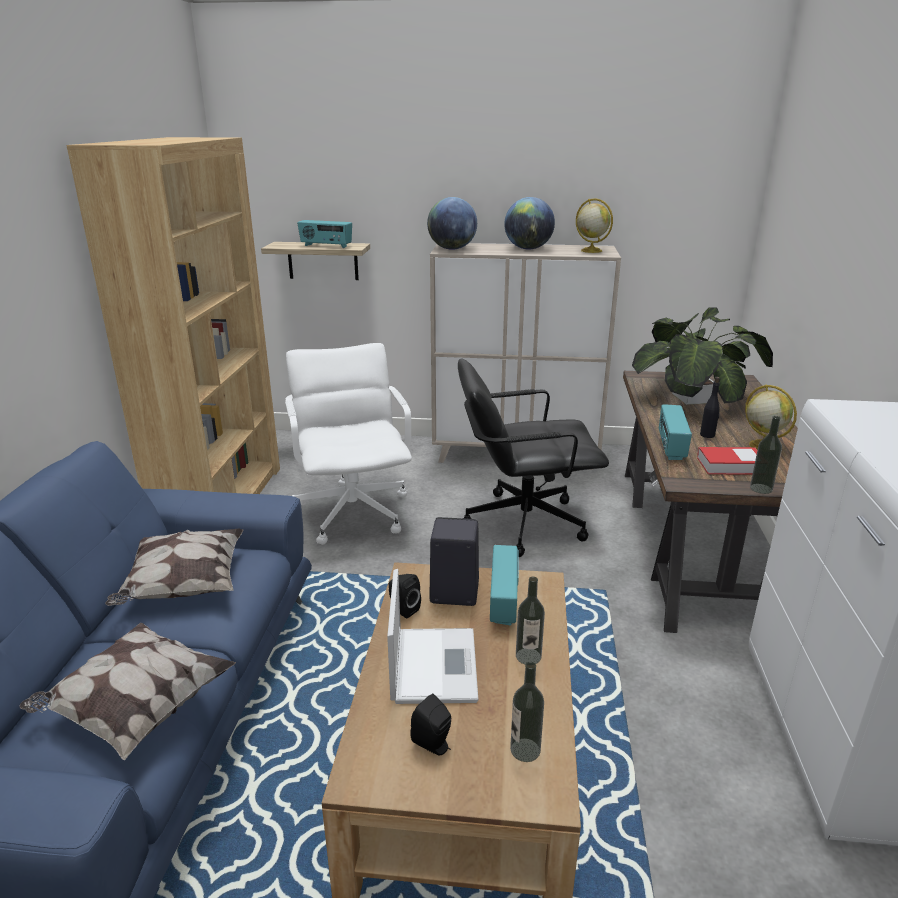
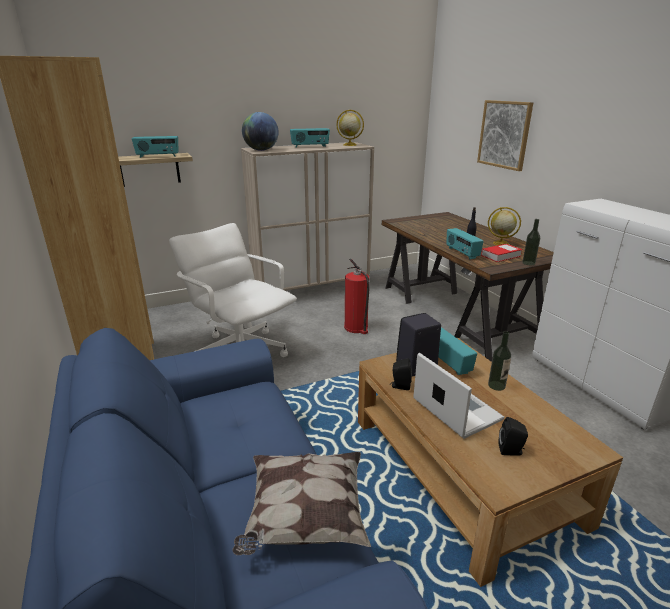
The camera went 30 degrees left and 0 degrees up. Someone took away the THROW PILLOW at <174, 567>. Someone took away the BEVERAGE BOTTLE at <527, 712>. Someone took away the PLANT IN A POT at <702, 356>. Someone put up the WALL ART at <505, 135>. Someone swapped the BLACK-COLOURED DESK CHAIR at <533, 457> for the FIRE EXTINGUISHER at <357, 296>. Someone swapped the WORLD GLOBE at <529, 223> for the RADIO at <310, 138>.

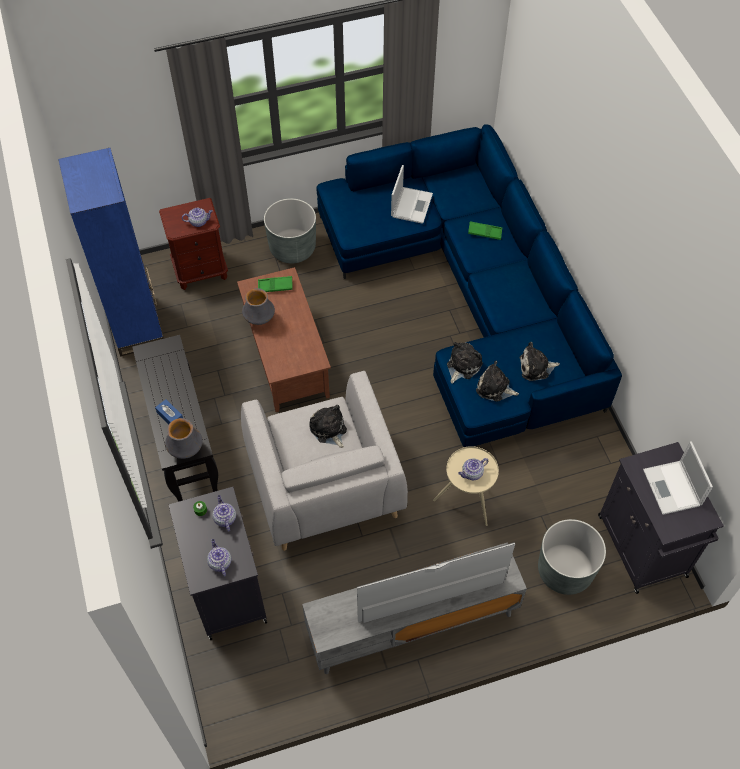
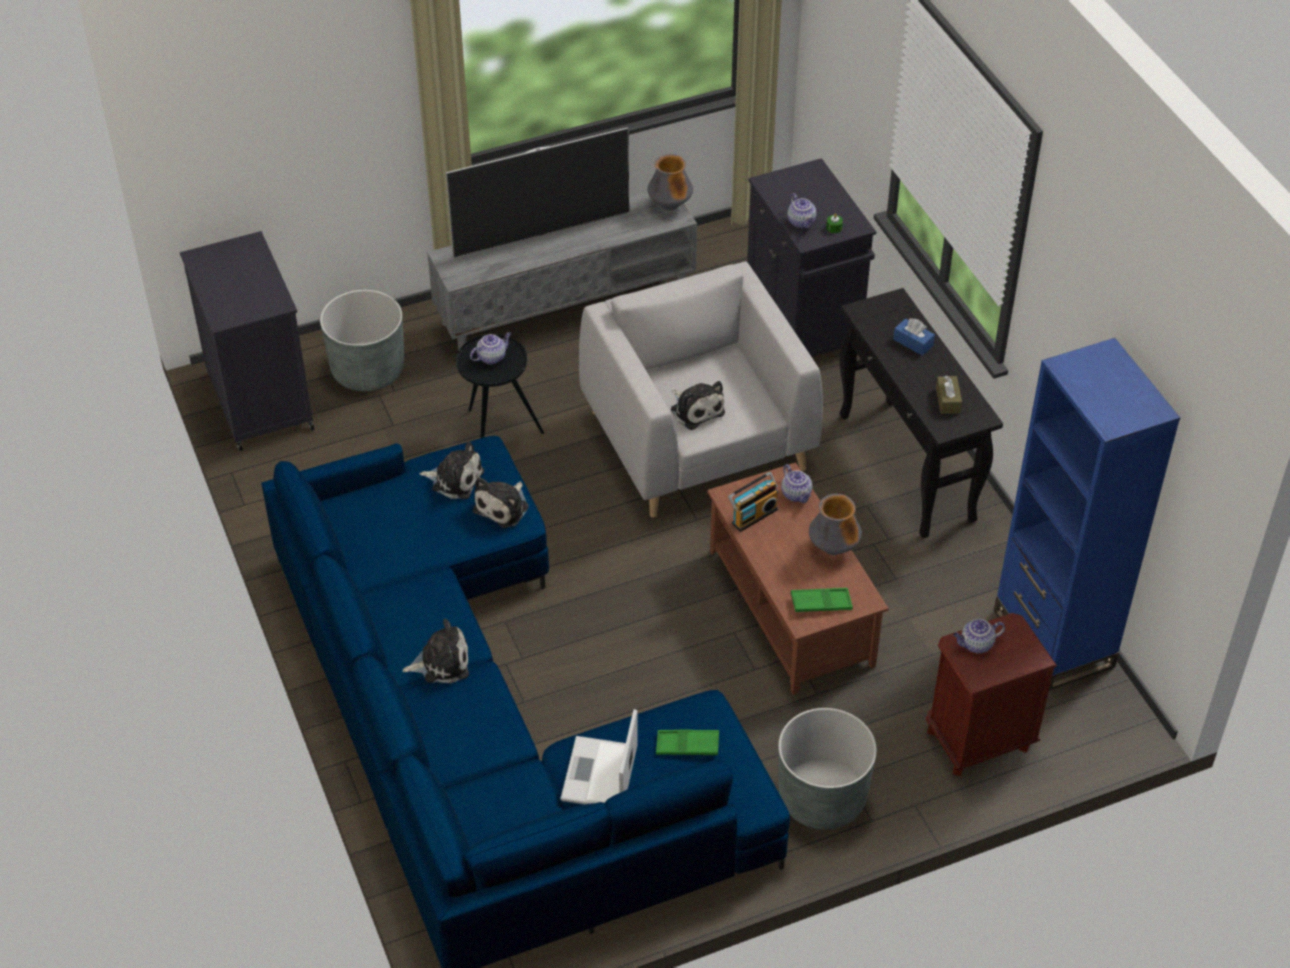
The camera went 175 degrees right and 10 degrees down. Someone took away the NOTEBOOK COMPUTER at <678, 478>. Someone put down the RADIO at <753, 502>. Someone put down the BROWN BOX OF TISSUES at <949, 395>. Someone carried the DECORATIVE VASE from <184, 438> to <670, 182>. Someone carried the POT FOR TEA from <219, 558> to <796, 483>. Someone carried the GREEN TRAY from <485, 230> to <687, 742>. Someone carried the CUDDLY TOY from <539, 361> to <435, 651>. Someone repainted the SAND-COLOURED ACCENT TABLE at <466, 486>, which became the BLACK-COLOURED ACCENT TABLE at <500, 386>.

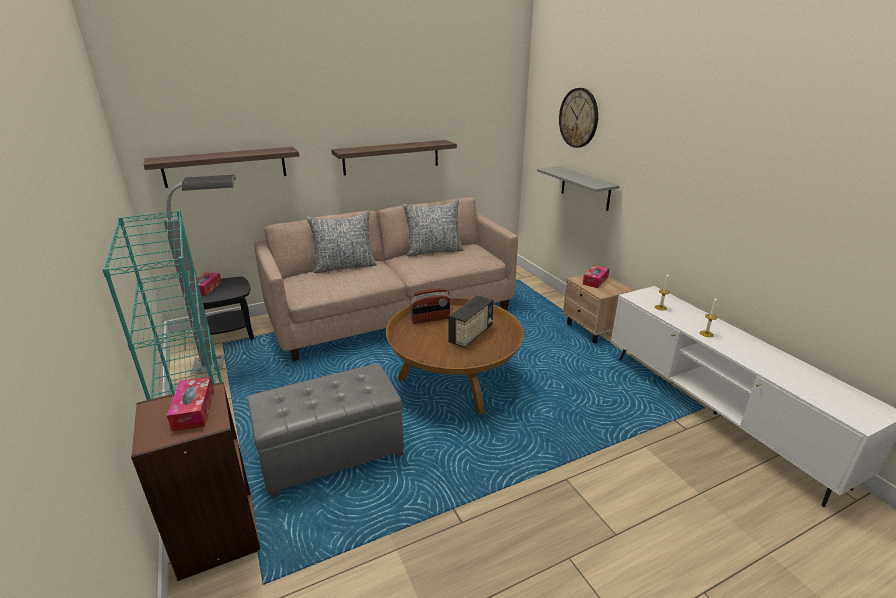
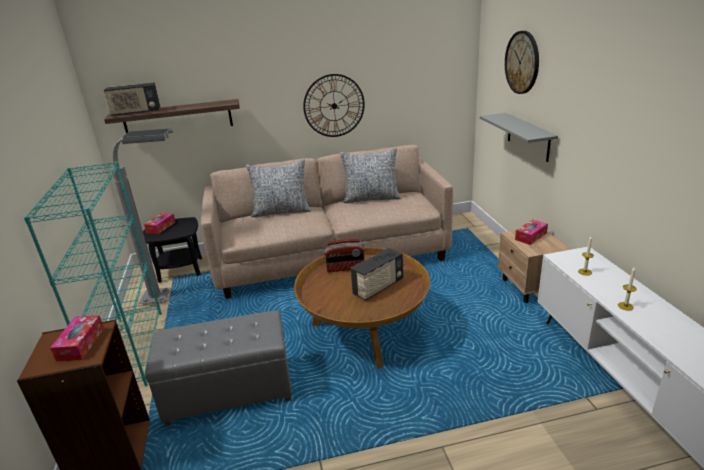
The camera went 15 degrees right and 0 degrees up. Someone put down the RADIO at <132, 99>. Someone swapped the WALL SHELF at <394, 157> for the WALL CLOCK at <334, 105>.

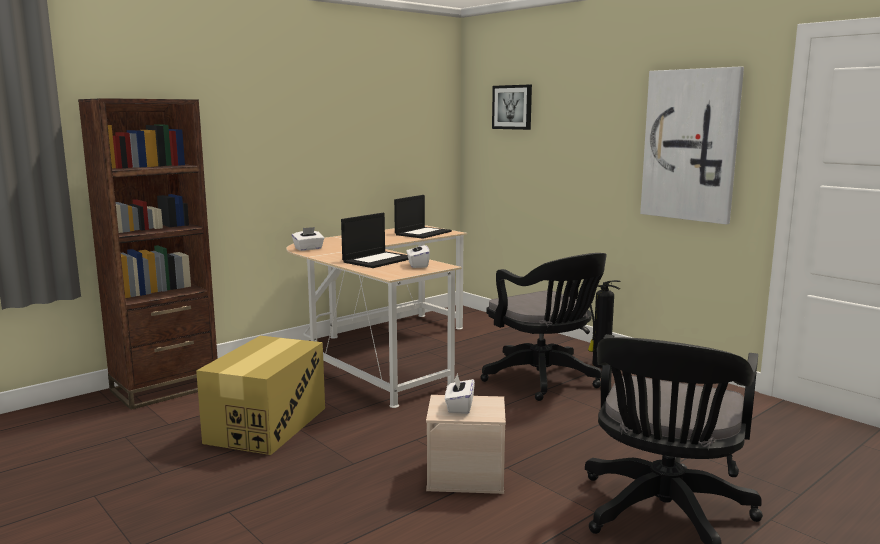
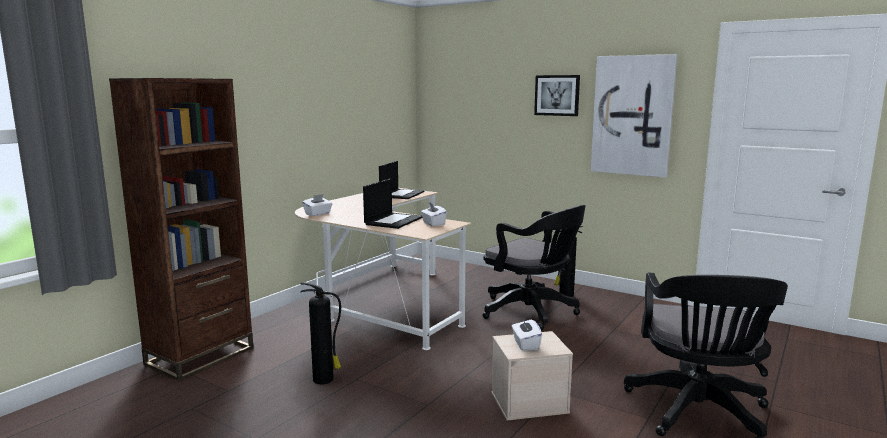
The camera went 15 degrees left and 0 degrees up. Someone carried the WALL ART from <512, 107> to <557, 95>. Someone swapped the PACKING BOX at <260, 395> for the FIRE EXTINGUISHER at <320, 333>.

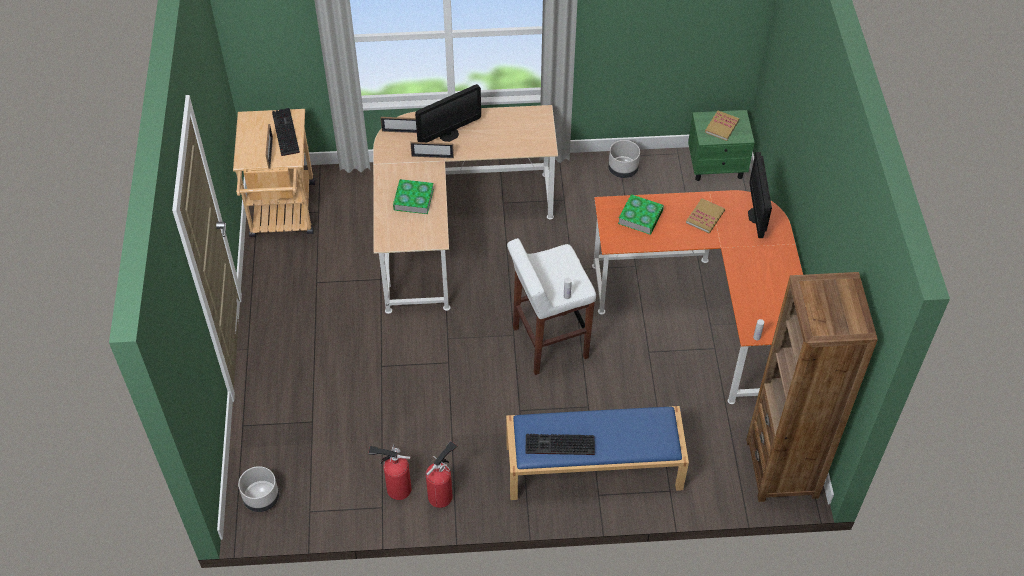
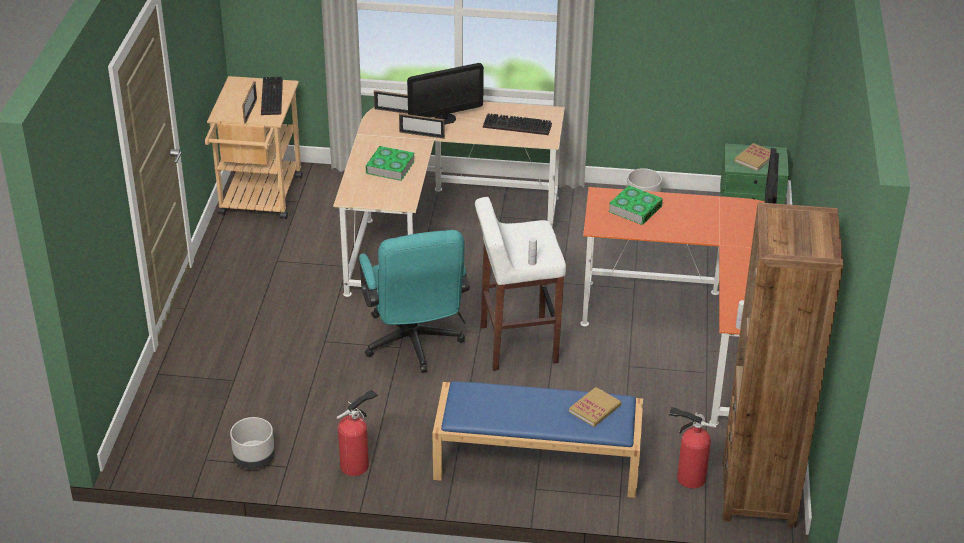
The camera went 10 degrees right and 15 degrees down. Someone put down the TURQUOISE DESK CHAIR at <414, 301>. Someone carried the GRAY PLANTER from <258, 489> to <252, 443>. Someone carried the FIRE EXTINGUISHER from <390, 472> to <692, 448>. Someone carried the PC KEYBOARD from <560, 444> to <517, 124>. Someone carried the BOOK from <705, 215> to <595, 407>.

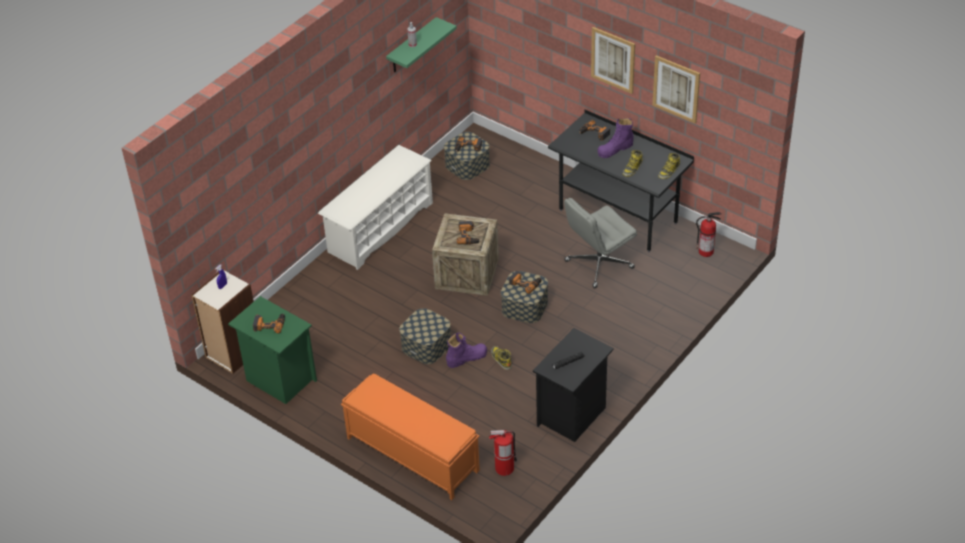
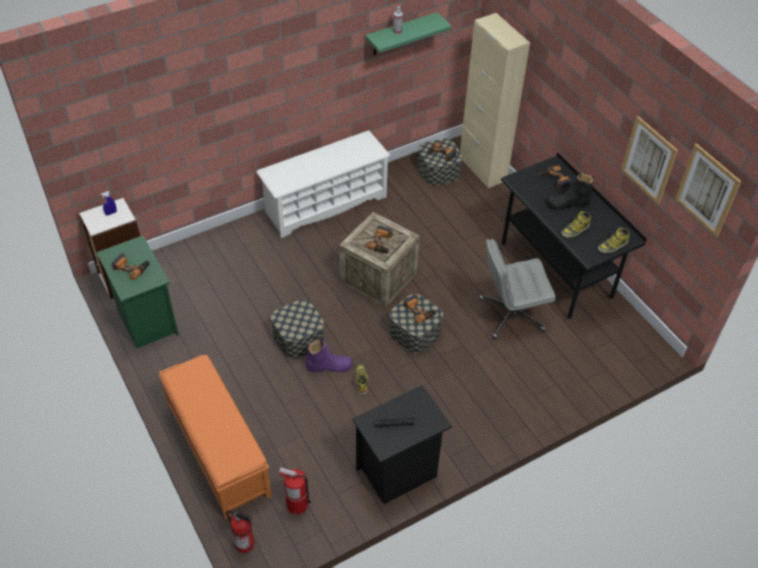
The camera went 20 degrees right and 5 degrees up. Someone put down the SAND-COLOURED STORAGE CABINET at <495, 100>. Someone carried the WALL ART from <613, 60> to <708, 190>. Someone carried the FIRE EXTINGUISHER from <709, 234> to <240, 532>. Someone repainted the PURPLISH TALL BOOT at <615, 138>, which became the BLACK-COLOURED TALL BOOT at <570, 191>.

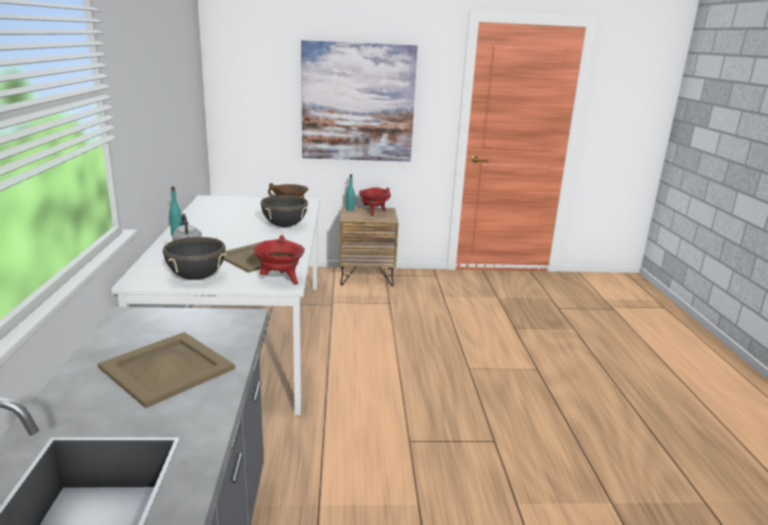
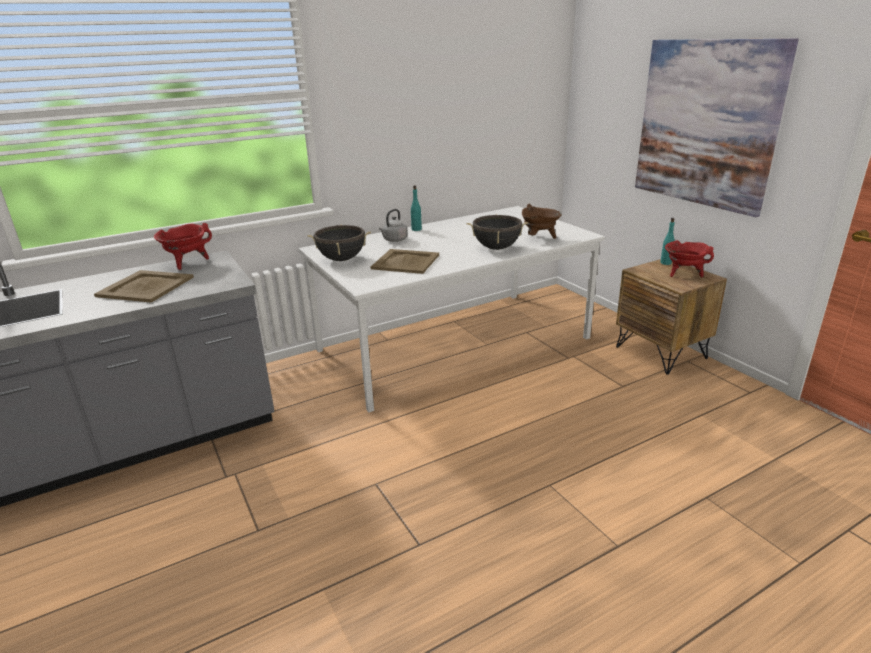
The camera went 65 degrees right and 5 degrees up. Someone carried the RED STOCKPOT from <279, 259> to <183, 246>.

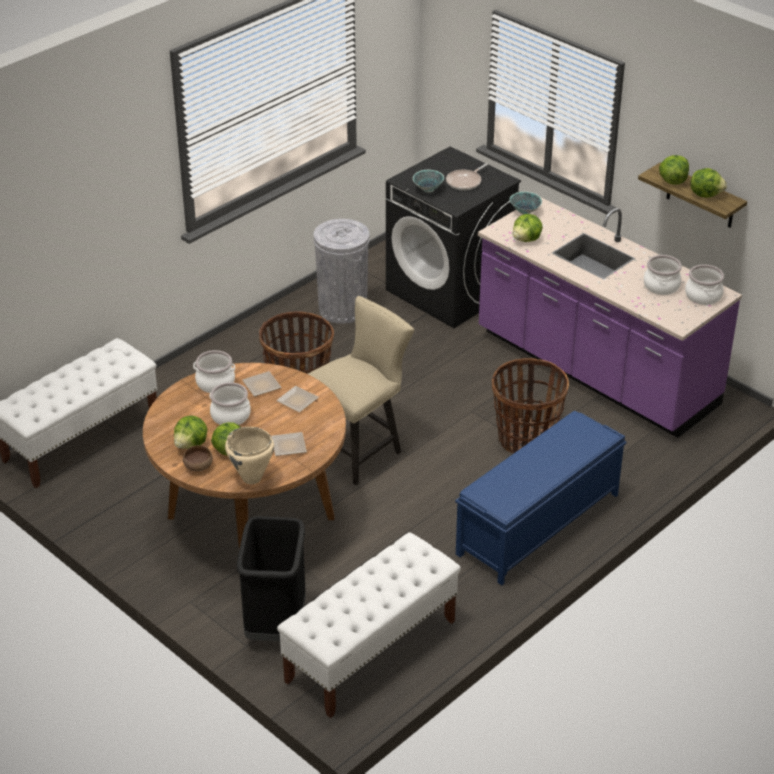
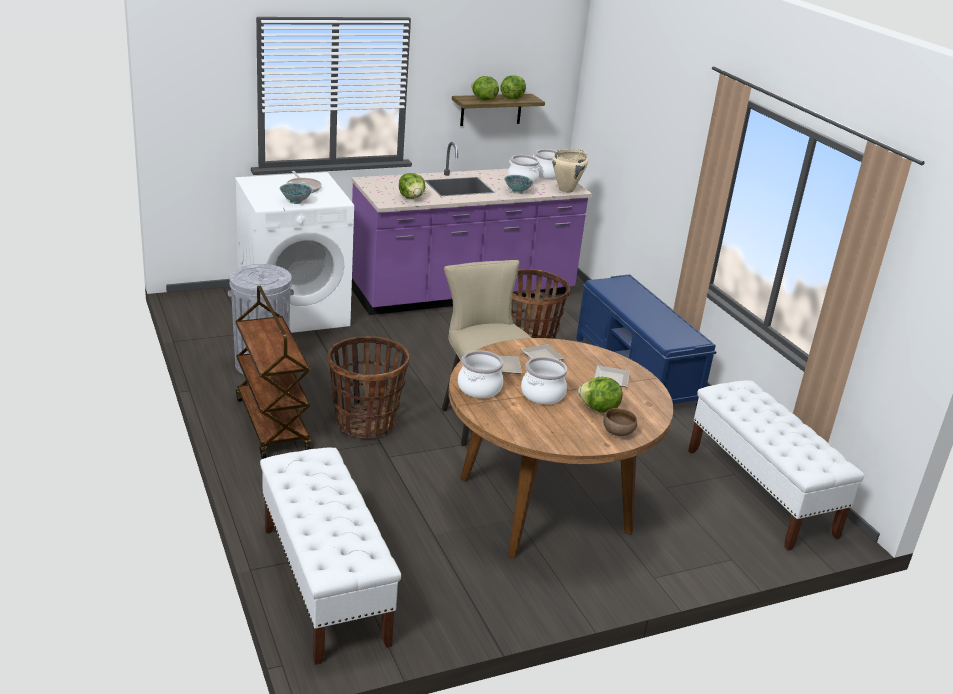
The camera went 70 degrees left and 10 degrees down. Someone took away the LETTUCE HEAD at <190, 432>. Someone took away the BLACK-COLOURED RUBBISH BIN at <271, 578>. Someone put down the BROWN WHEELED CART at <273, 372>. Someone carried the SAND-COLOURED STOCKPOT from <249, 455> to <570, 171>. Someone carried the BOWL from <526, 202> to <519, 184>. Someone repainted the BLACK-COLOURED LAUNDRY APPLIANCE at <453, 237>, which became the WHITE-COLOURED LAUNDRY APPLIANCE at <294, 252>.

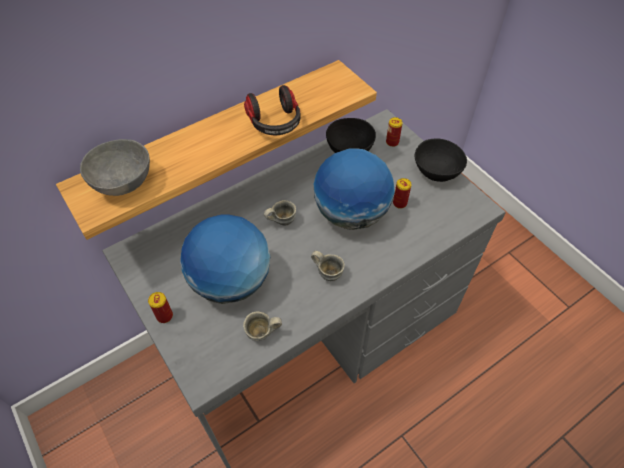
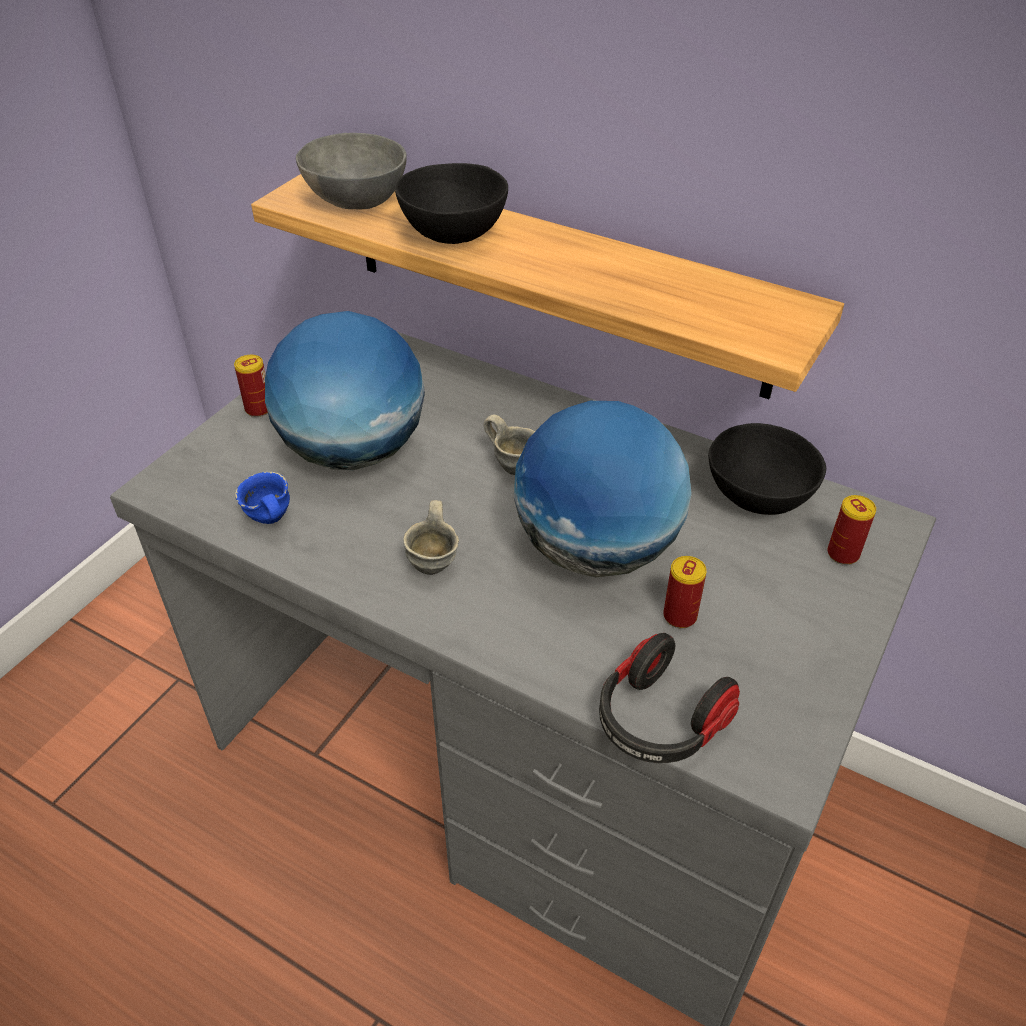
The camera went 65 degrees right and 10 degrees down. Someone carried the HEADSET from <272, 110> to <669, 698>. Someone carried the BLACK-COLOURED BOWL from <441, 160> to <451, 203>. Someone repainted the GRAY COFFEE MUG at <262, 326>, which became the BLUE COFFEE MUG at <262, 498>.

